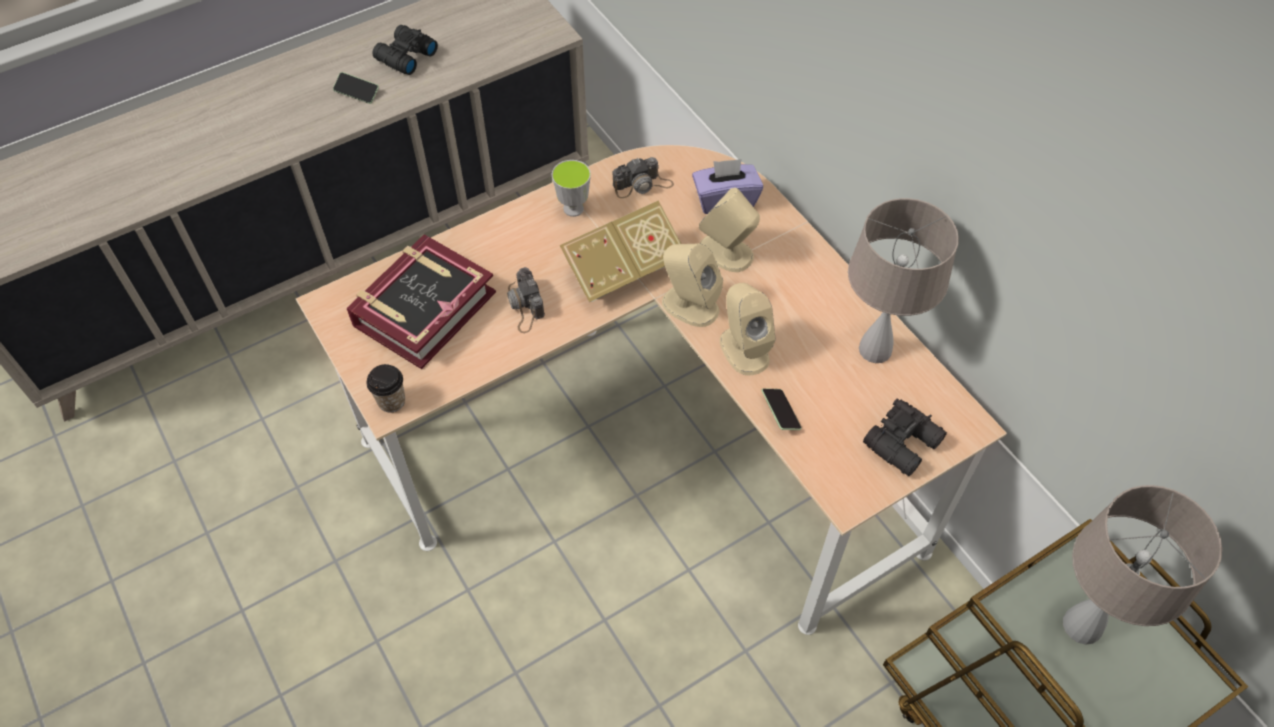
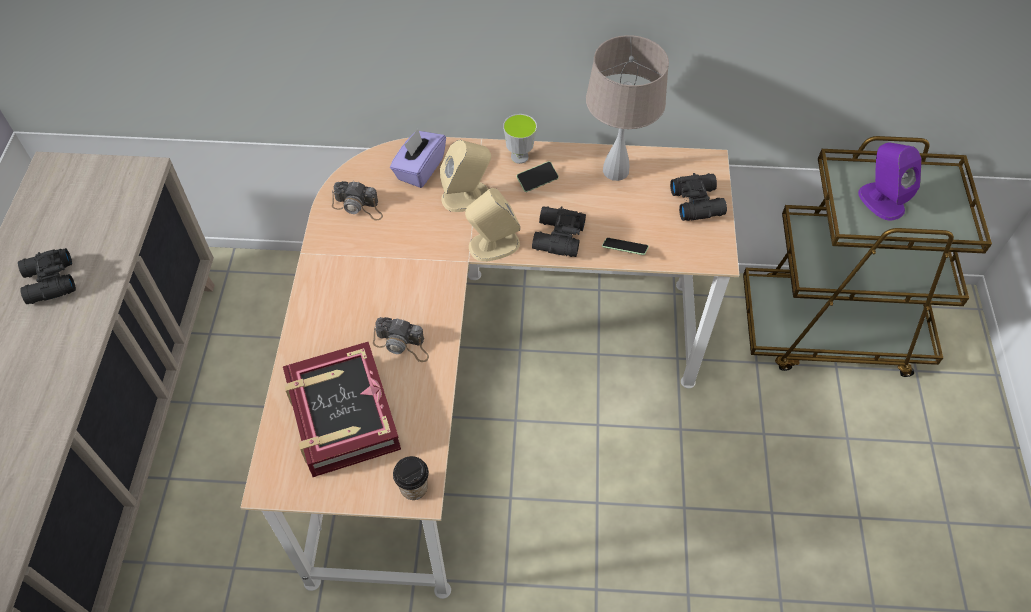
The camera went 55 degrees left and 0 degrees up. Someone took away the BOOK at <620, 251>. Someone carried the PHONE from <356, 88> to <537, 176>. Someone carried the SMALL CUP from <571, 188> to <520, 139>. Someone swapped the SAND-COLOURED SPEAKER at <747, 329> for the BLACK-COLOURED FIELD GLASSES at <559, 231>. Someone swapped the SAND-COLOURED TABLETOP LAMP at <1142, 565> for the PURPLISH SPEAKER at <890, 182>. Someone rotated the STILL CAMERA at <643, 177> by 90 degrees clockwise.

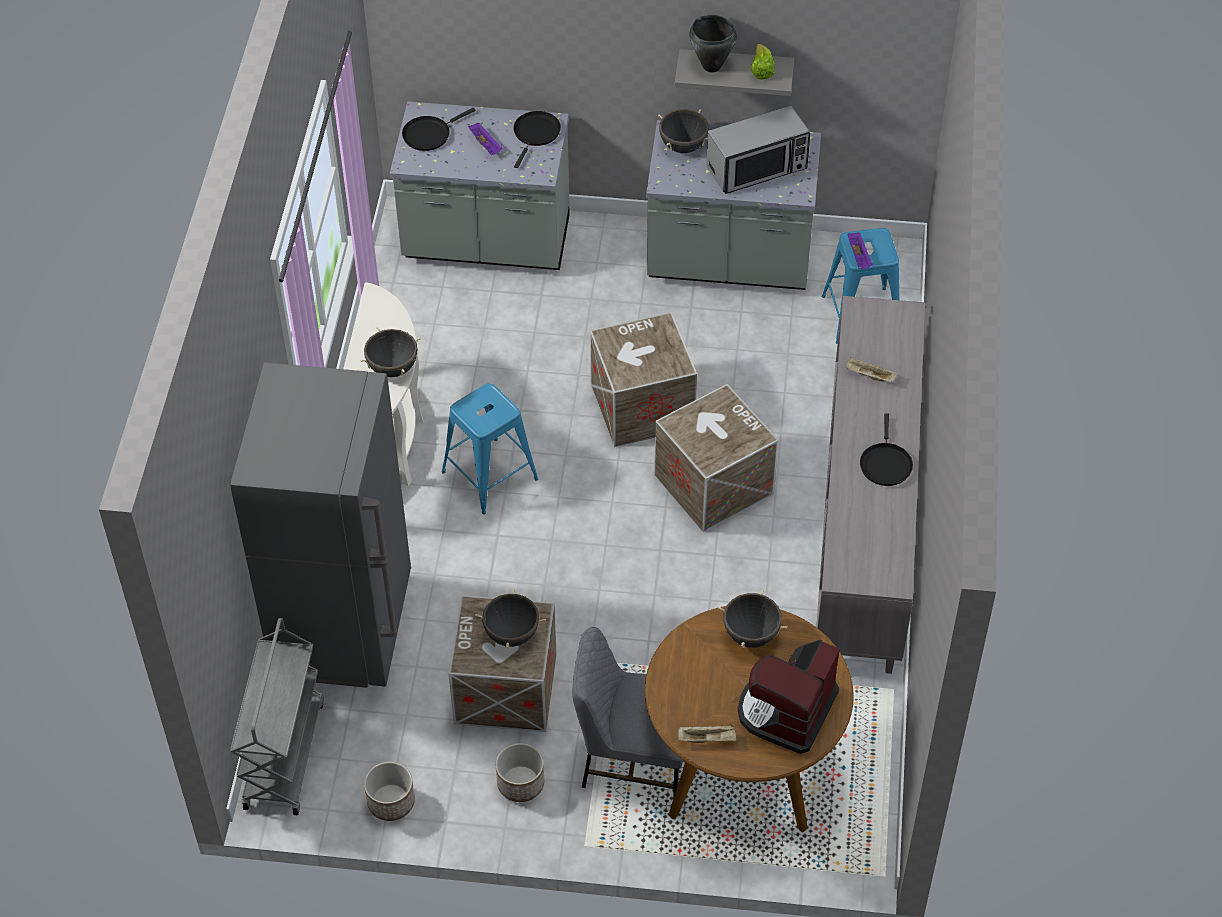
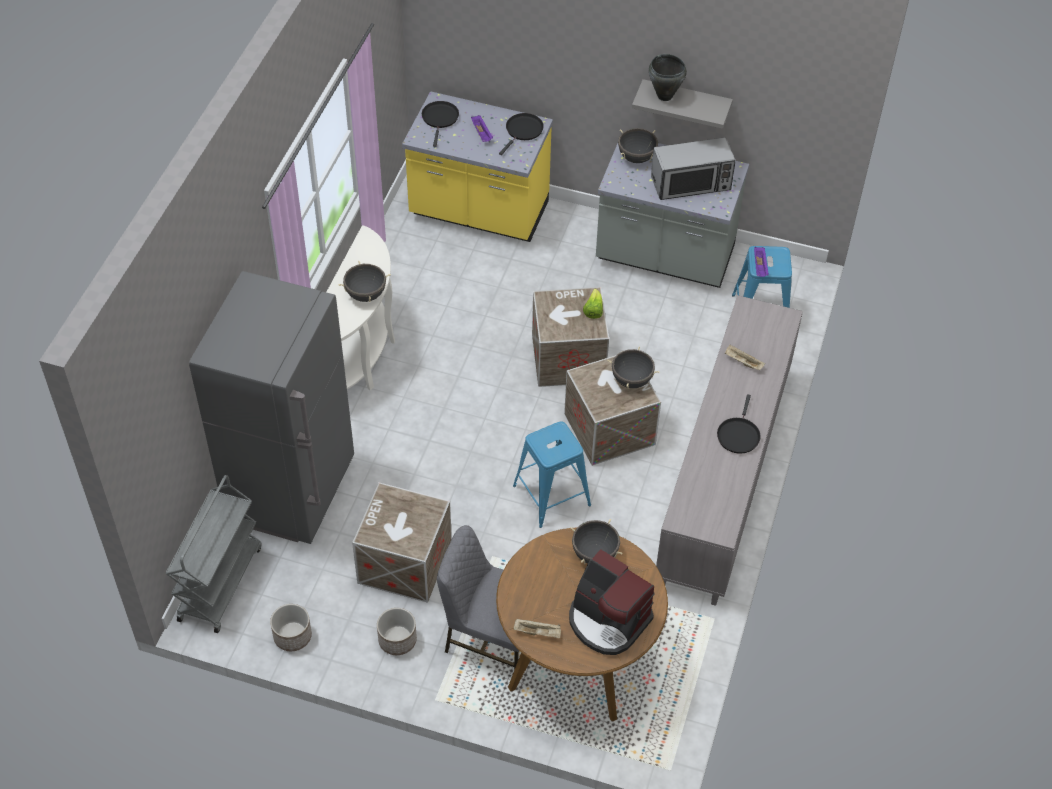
The camera went 10 degrees right and 0 degrees up. Someone carried the BLUE STOOL from <490, 448> to <552, 475>. Someone carried the BLACK-COLOURED STOCKPOT from <510, 618> to <633, 367>. Someone carried the LETTUCE HEAD from <762, 61> to <593, 304>. Someone repainted the GRAY KITCHEN COUNTER at <480, 185>, which became the YELLOW KITCHEN COUNTER at <477, 166>. Someone rotated the BLACK-COLOURED PAN at <438, 129> by 120 degrees clockwise. Someone rotated the COFFEE MAKER at <789, 696> by 90 degrees counterclockwise.

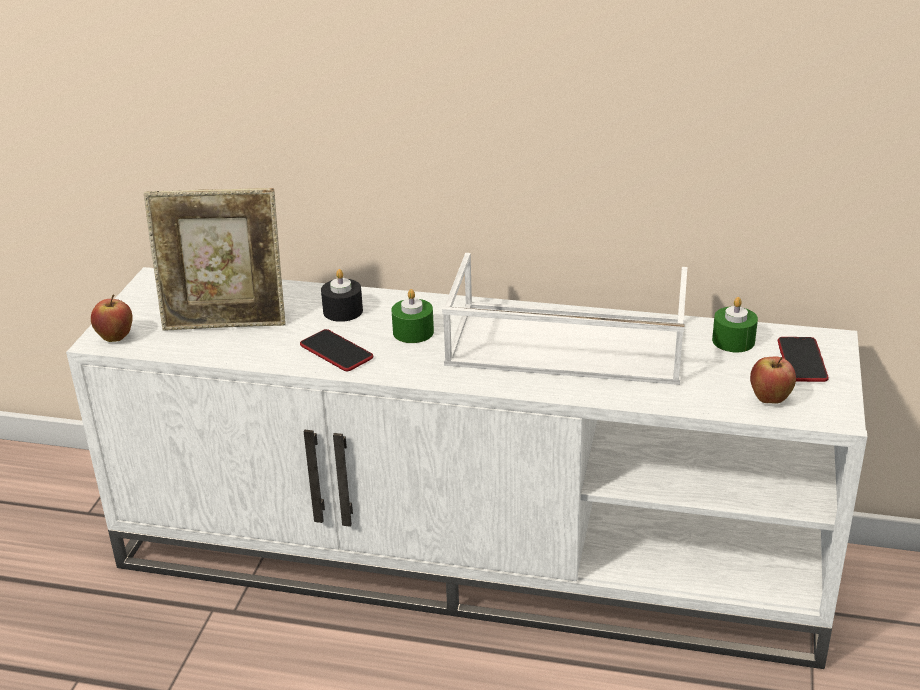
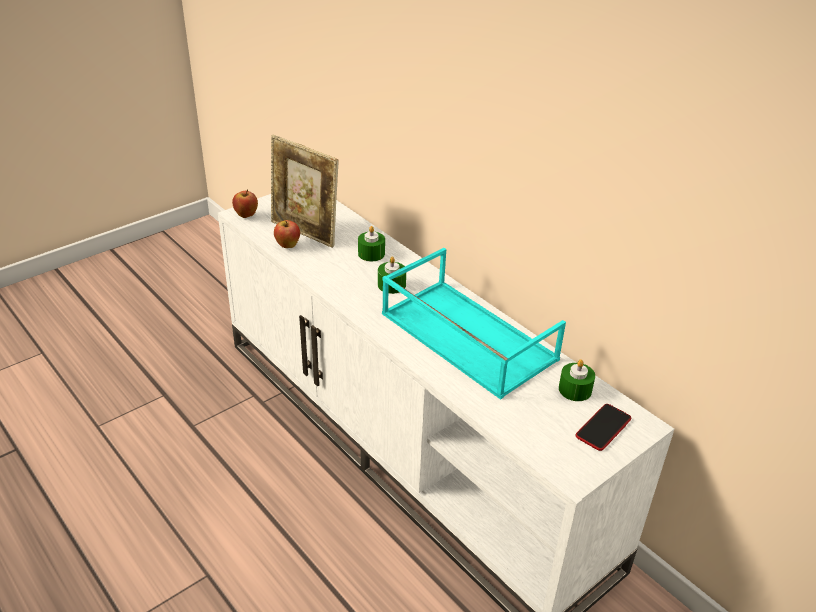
The camera went 35 degrees right and 5 degrees up. Someone took away the PHONE at <336, 350>. Someone carried the WHOLE APPLE from <773, 380> to <287, 234>. Someone repainted the BLACK-COLOURED CANDLE at <342, 295>, which became the GREEN CANDLE at <371, 243>. Someone repainted the WHITE-COLOURED TRAY at <564, 319>, which became the TURQUOISE TRAY at <474, 324>.

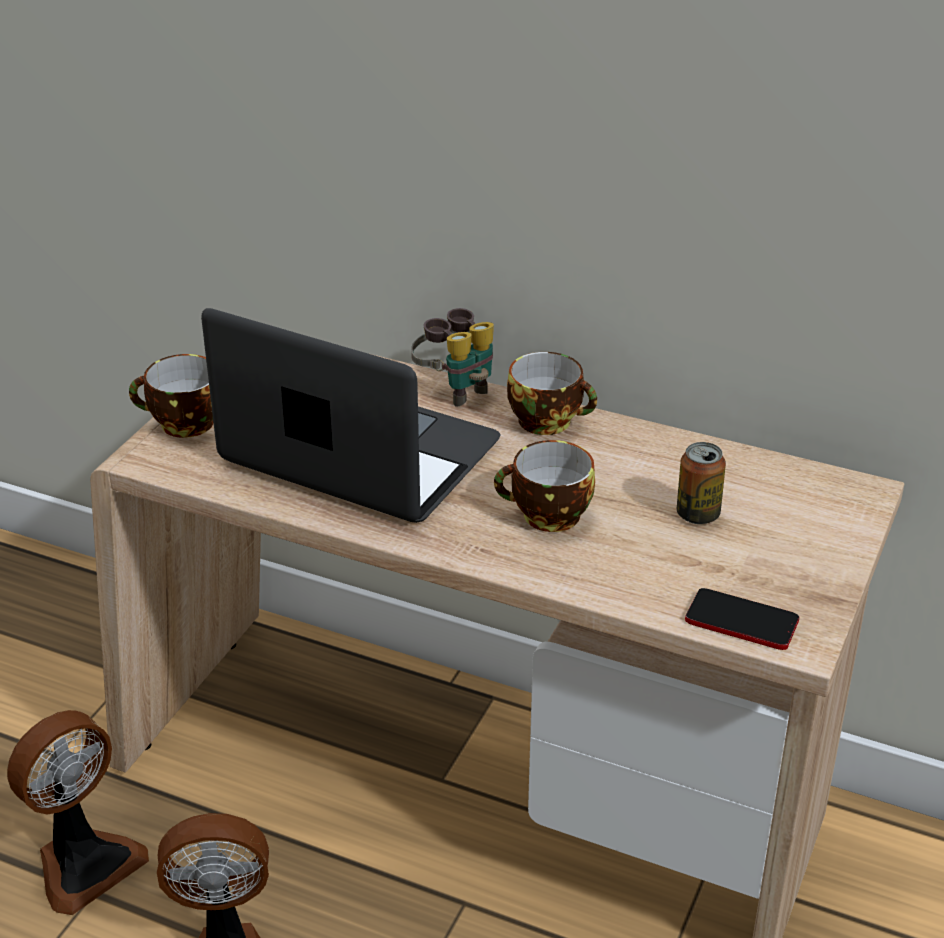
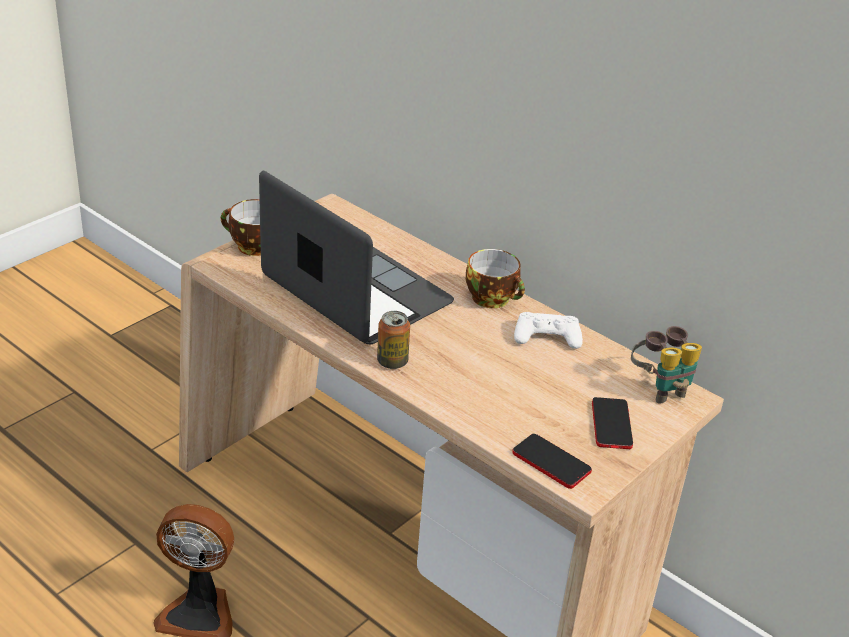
The camera went 15 degrees right and 0 degrees up. Someone took away the ELECTRIC FAN at <78, 812>. Someone took away the SMALL CUP at <544, 486>. Someone put down the WHITE-COLOURED GAMEPAD at <548, 330>. Someone put down the PHONE at <612, 423>. Someone carried the FIELD GLASSES from <452, 357> to <666, 364>. Someone carried the CAN from <701, 483> to <393, 340>.

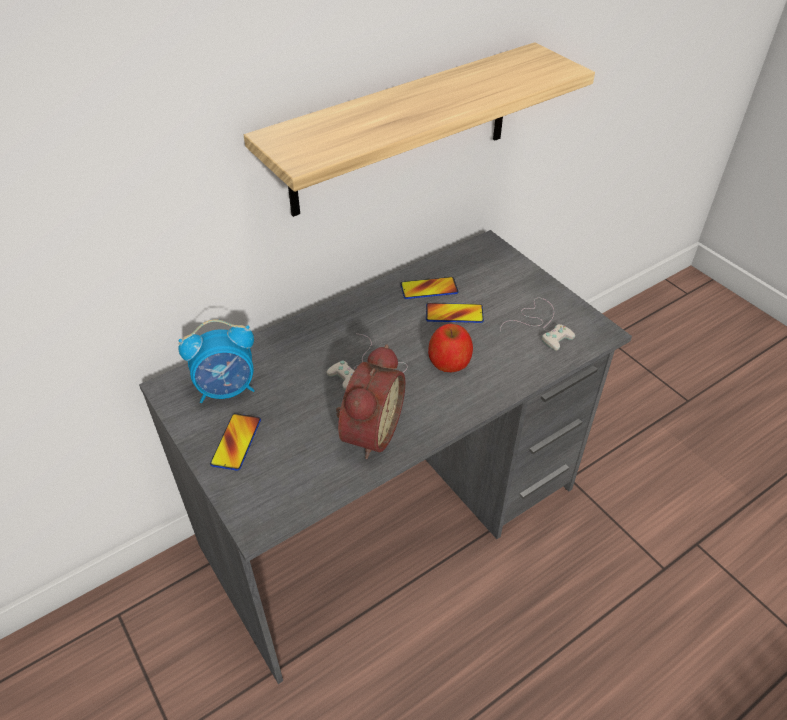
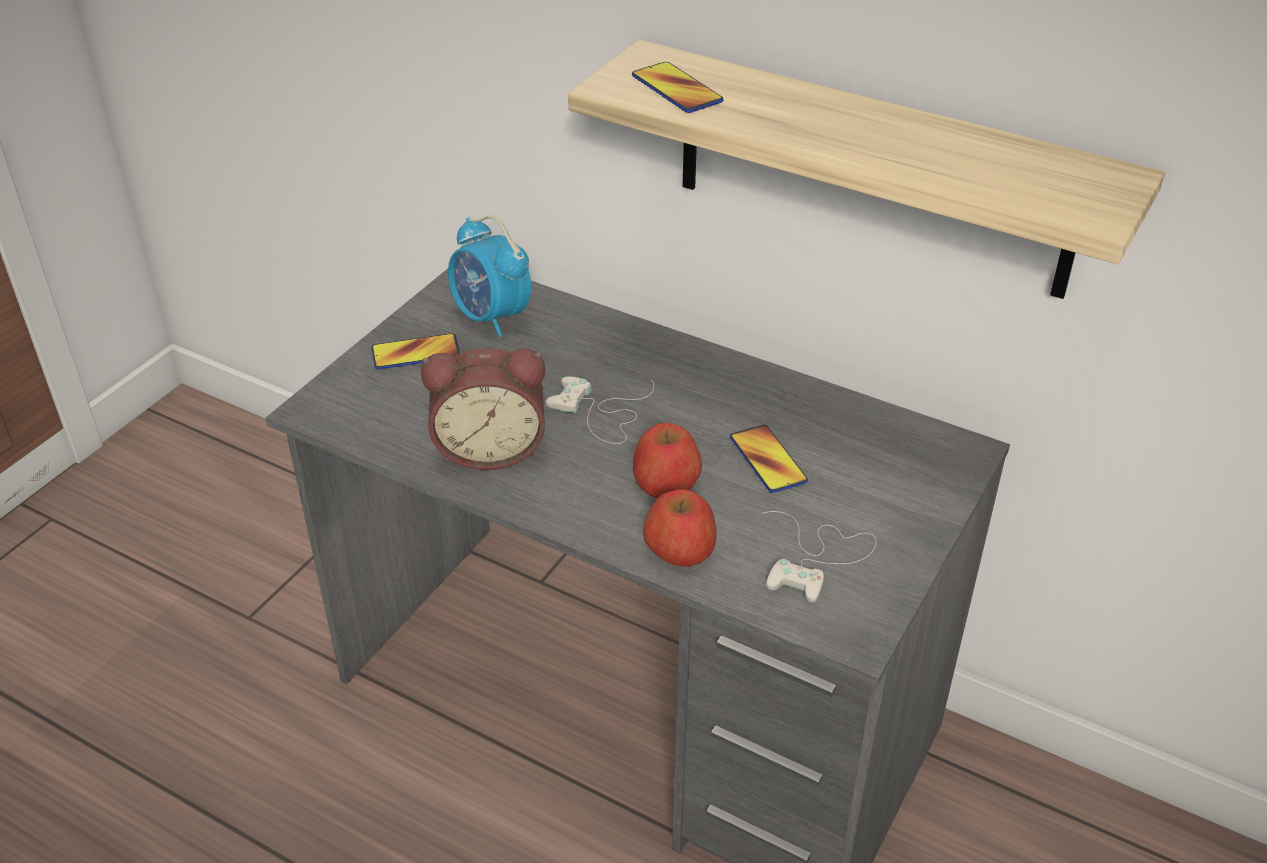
The camera went 65 degrees right and 5 degrees down. Someone put down the WHOLE APPLE at <679, 528>. Someone carried the PHONE from <430, 288> to <678, 87>.

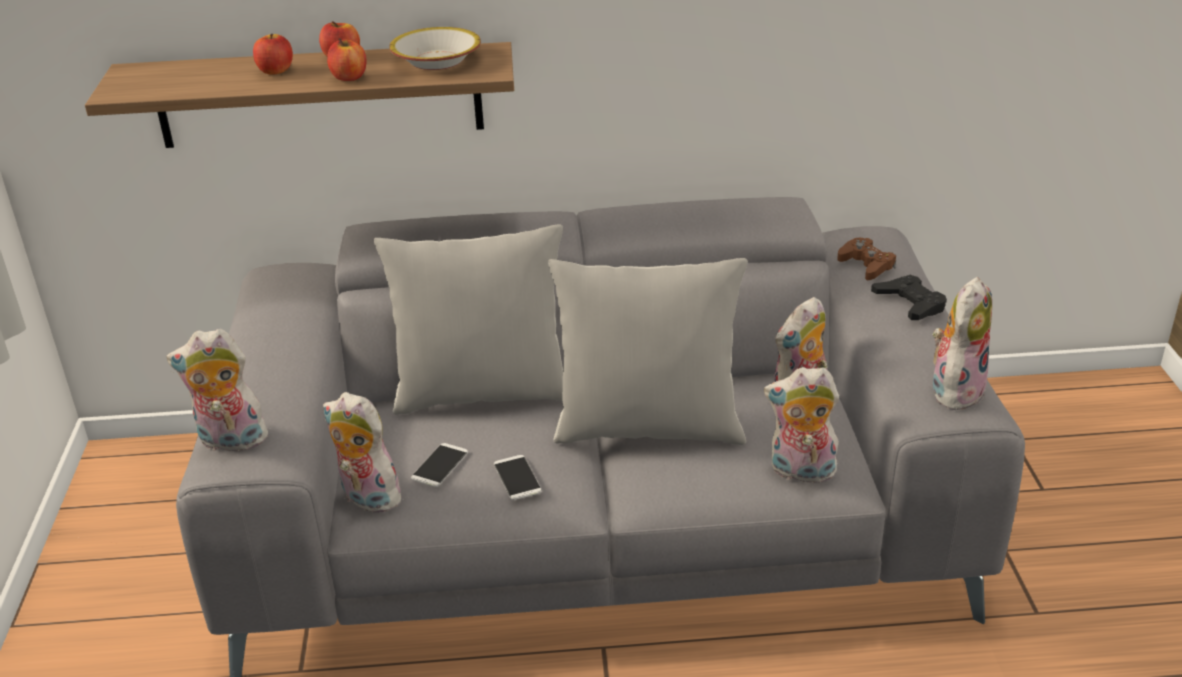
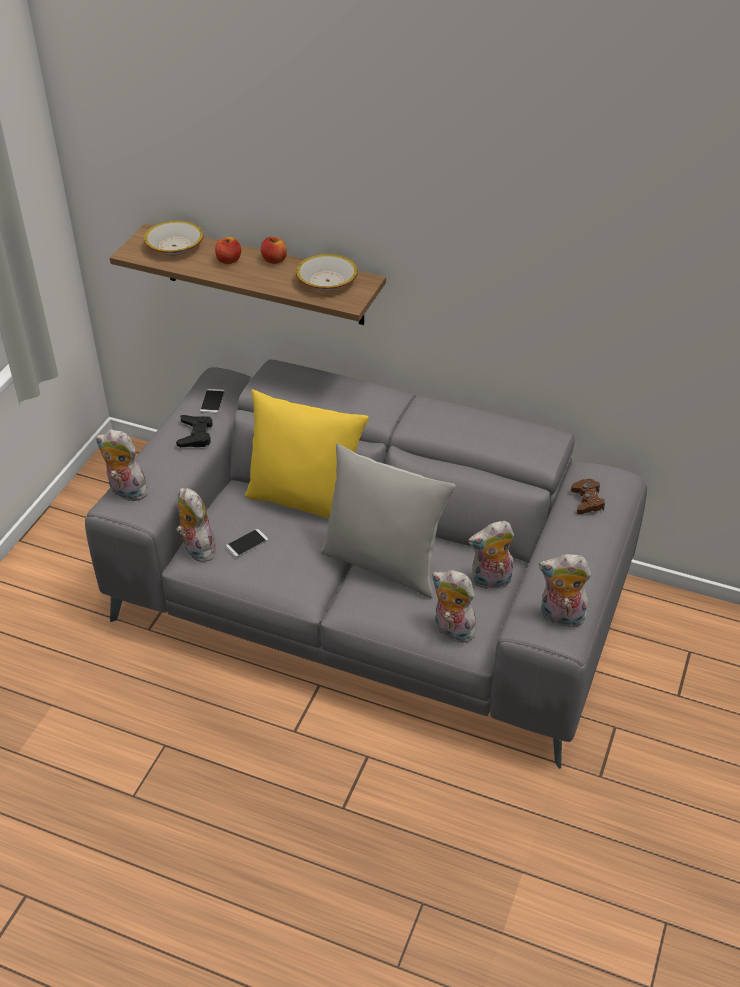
The camera went 25 degrees right and 10 degrees up. Someone took away the WHOLE APPLE at <346, 59>. Someone put down the BOWL at <174, 237>. Someone carried the PHONE from <518, 477> to <212, 401>. Someone carried the BLACK-COLOURED GAMEPAD from <909, 297> to <194, 431>. Someone repainted the GRAY THROW PILLOW at <468, 319>, which became the YELLOW THROW PILLOW at <307, 453>. Someone rotated the CUDDLY TOY at <962, 345> by 135 degrees counterclockwise.

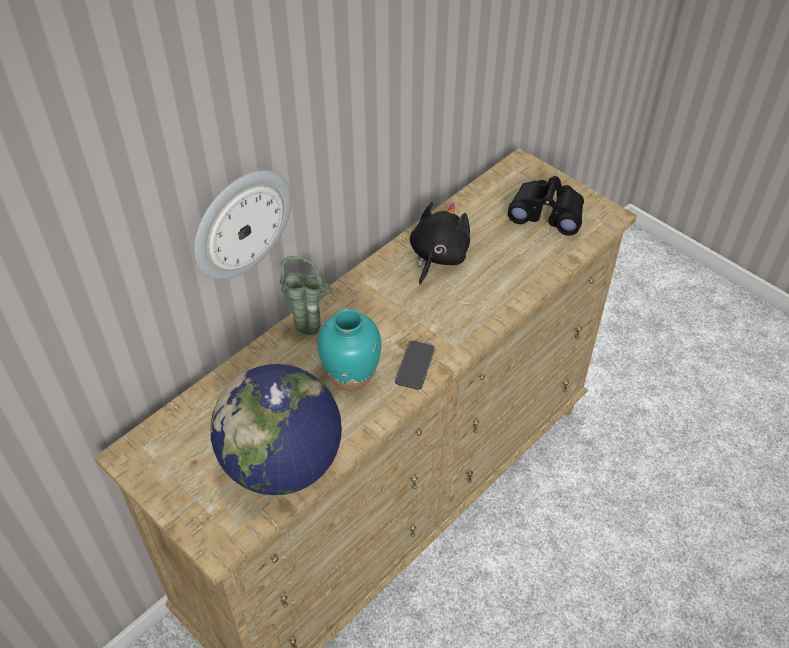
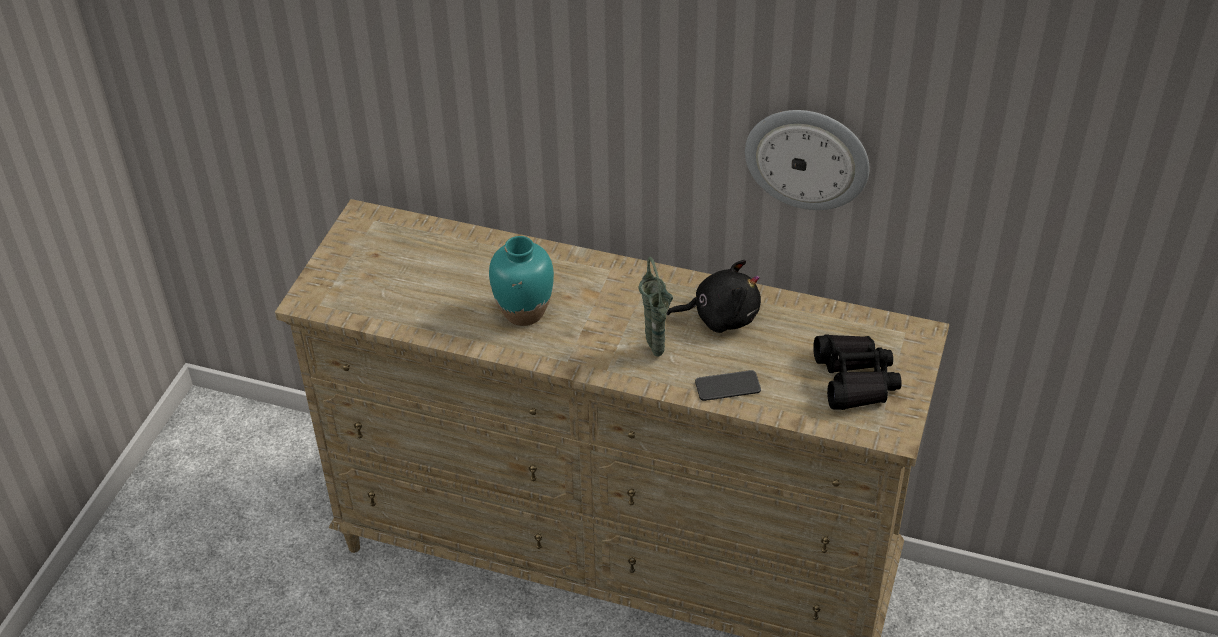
The camera went 65 degrees right and 5 degrees down. Someone took away the WORLD GLOBE at <276, 429>. Someone carried the WALL CLOCK from <243, 224> to <807, 160>. Someone carried the GREEN DECORATIVE VASE from <306, 295> to <655, 307>. Someone carried the PHONE from <415, 365> to <728, 385>.

